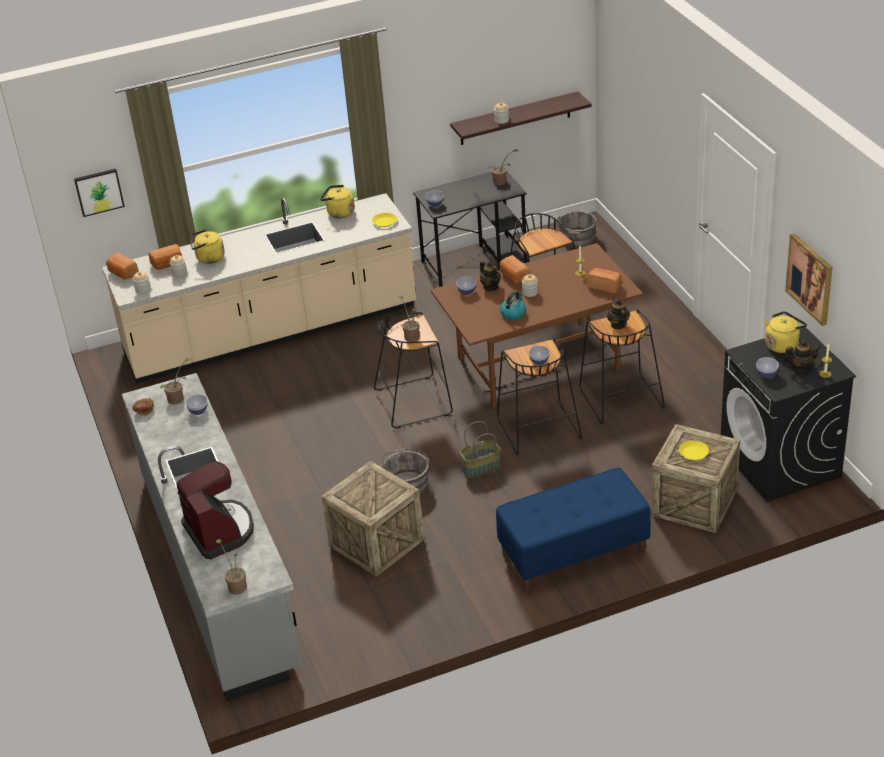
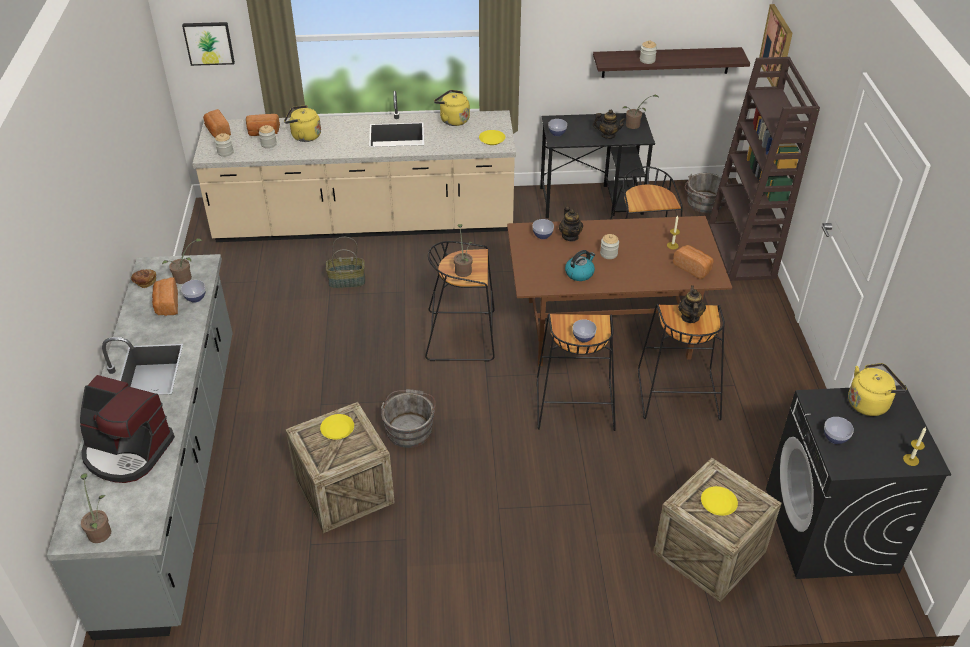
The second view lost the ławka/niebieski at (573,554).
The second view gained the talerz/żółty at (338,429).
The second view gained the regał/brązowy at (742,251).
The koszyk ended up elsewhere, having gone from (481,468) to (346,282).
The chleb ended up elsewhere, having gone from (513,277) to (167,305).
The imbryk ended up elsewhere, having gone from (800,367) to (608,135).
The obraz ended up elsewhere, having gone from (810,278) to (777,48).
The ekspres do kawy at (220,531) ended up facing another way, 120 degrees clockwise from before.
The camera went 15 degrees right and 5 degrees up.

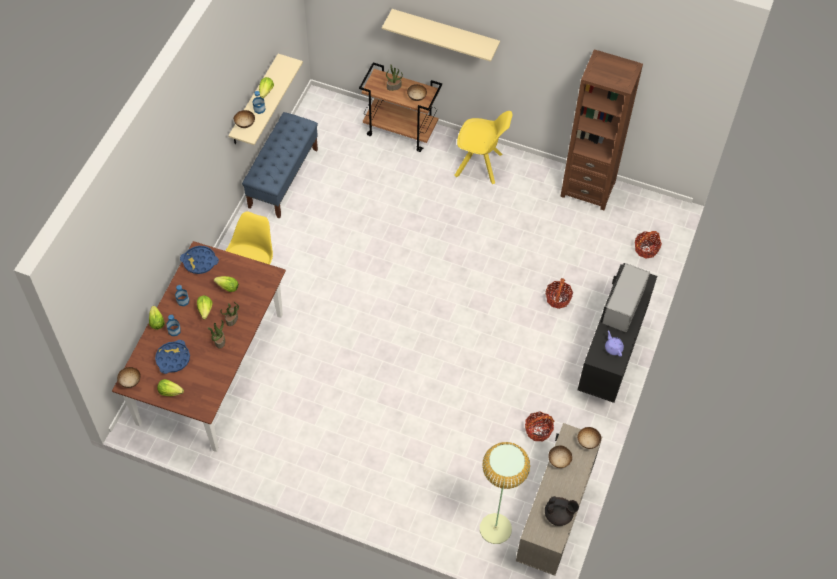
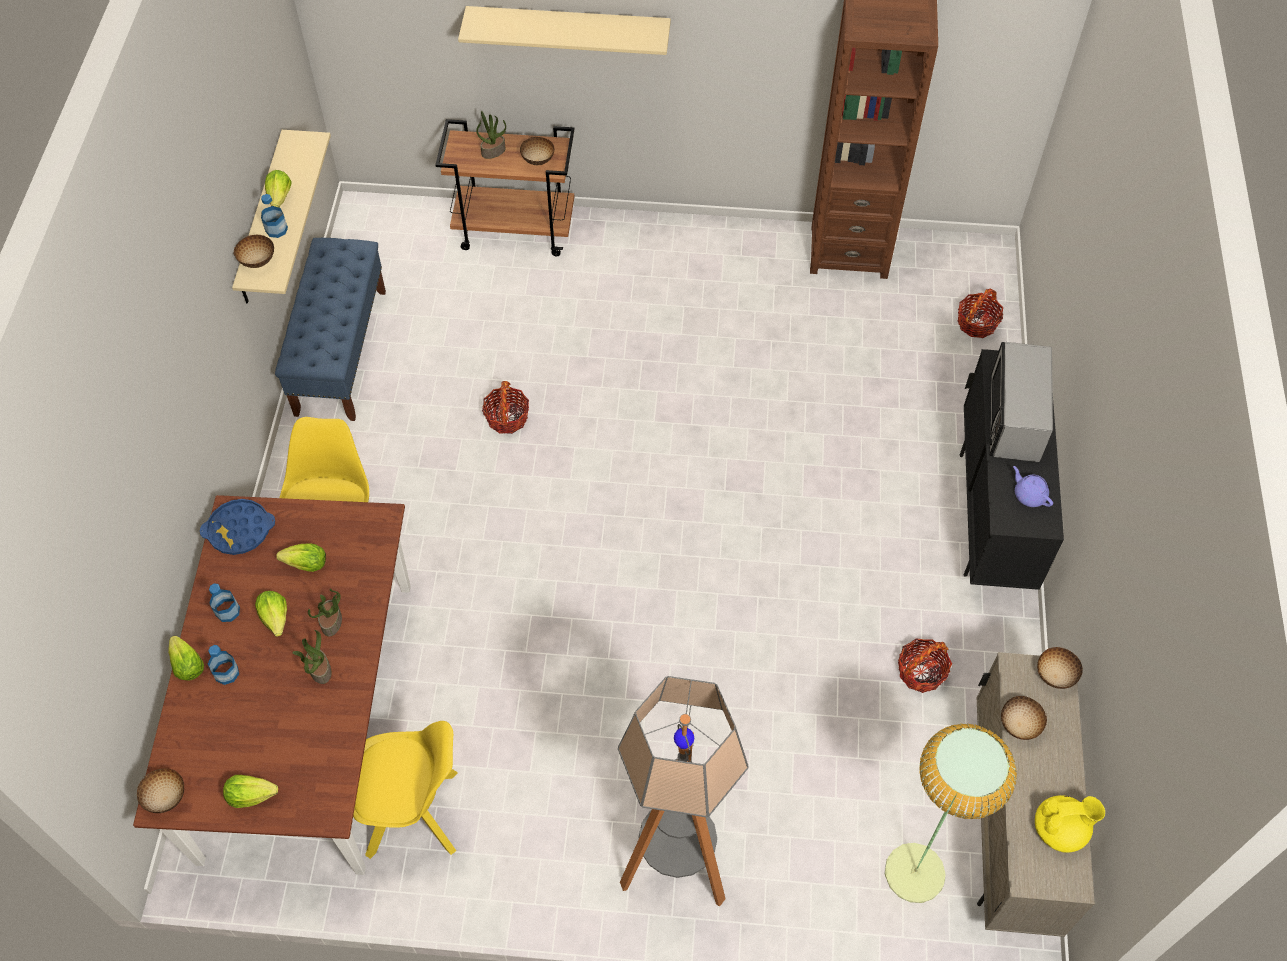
The second view lost the taca/niebieski at (173,359).
The second view gained the lampa stojąca at (675,866).
The krzesło/żółty ended up elsewhere, having gone from (480,165) to (416,813).
The koszyk ended up elsewhere, having gone from (558,299) to (507,418).
What was the imbryk/czarny at (559,515) turned into the imbryk/żółty at (1060,829).
The camera went 15 degrees left and 0 degrees up.

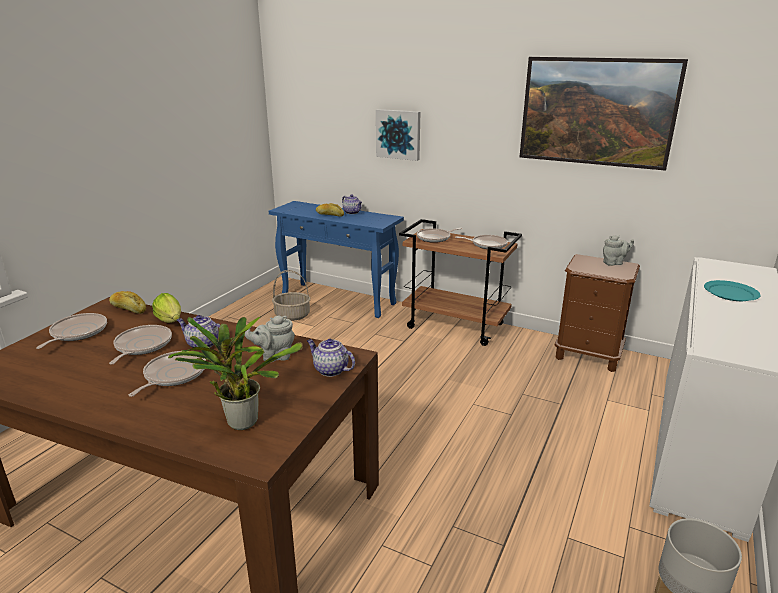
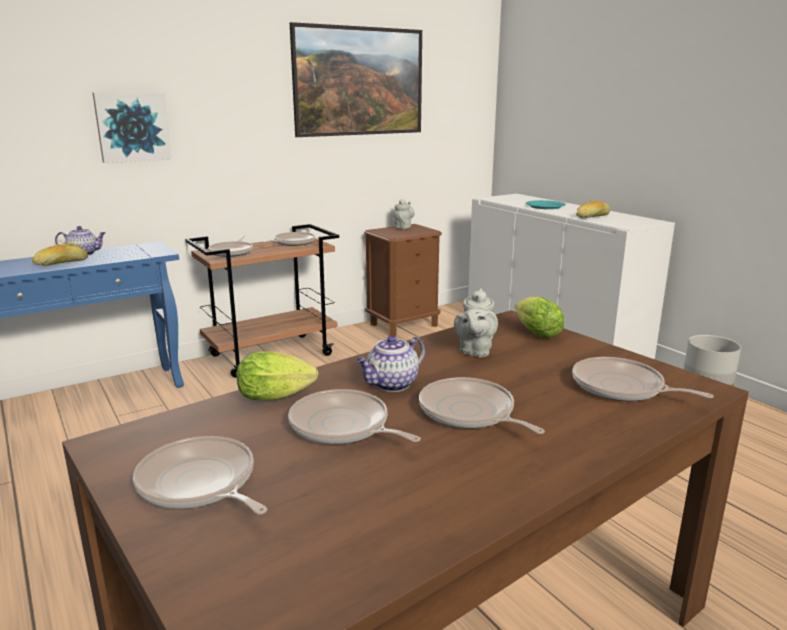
The second view lost the koszyk at (293,315).
The chleb ended up elsewhere, having gone from (128,309) to (592,217).
Where the roślina doniczkowa stood at (239,421), the patelnia came to stand at (621,388).
Where the imbryk stood at (330,370), the sałata came to stand at (534,332).
The camera went 60 degrees left and 5 degrees down.

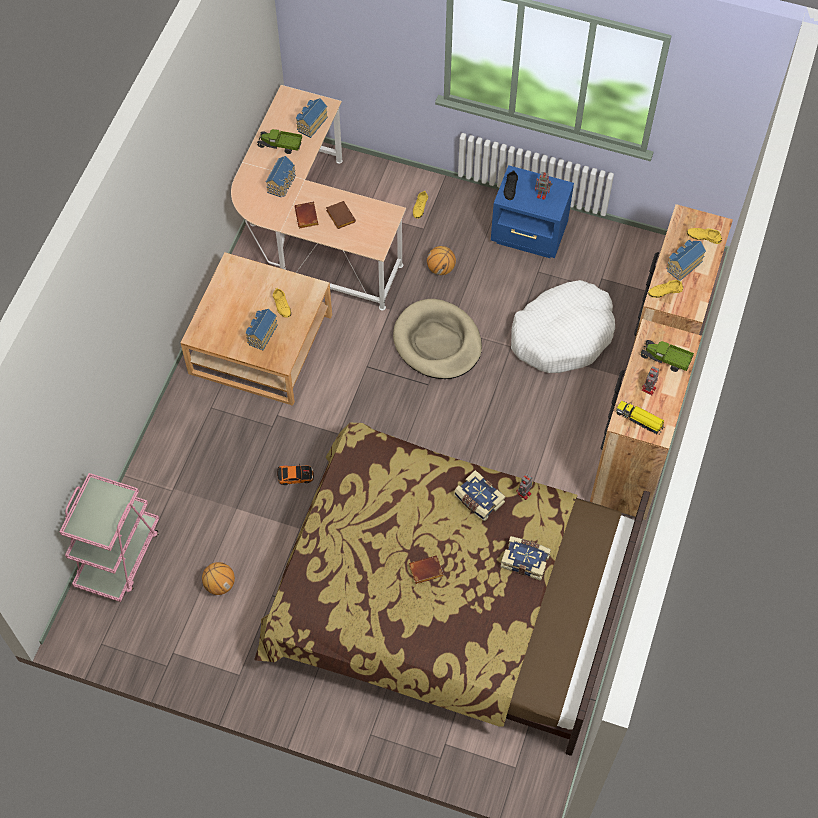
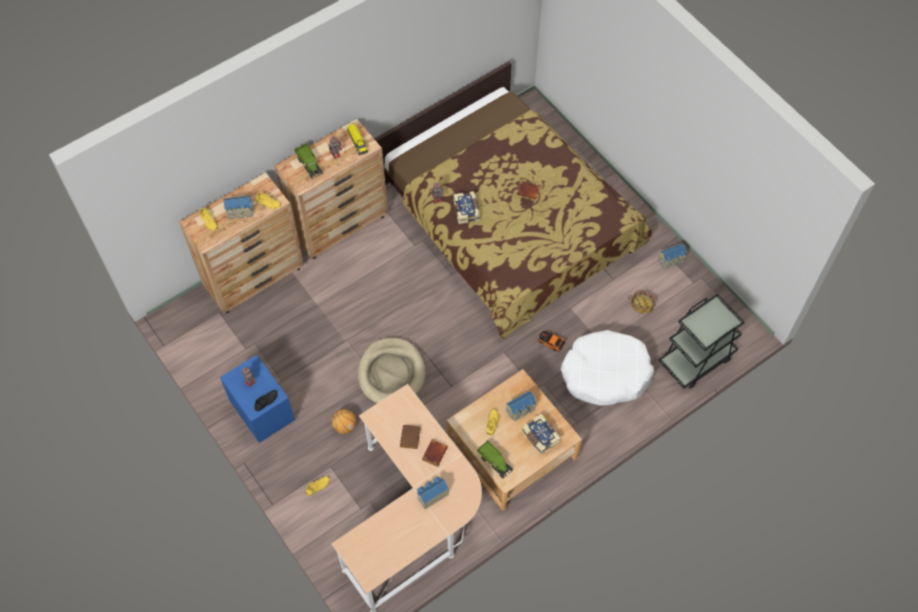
The ciężarówka zabawkowa ended up elsewhere, having gone from (280,145) to (495,461).
The domek ended up elsewhere, having gone from (311,123) to (672,260).
The książka ended up elsewhere, having gone from (525,560) to (540,437).
The legowisko/biały ended up elsewhere, having gone from (562,334) to (605,373).
Where the piłka do koszykówki stood at (219,584), the koszyk came to stand at (641,304).
What was the wózek/różowy at (118,556) turned into the wózek/czarny at (696,359).
The camera went 145 degrees left and 0 degrees up.

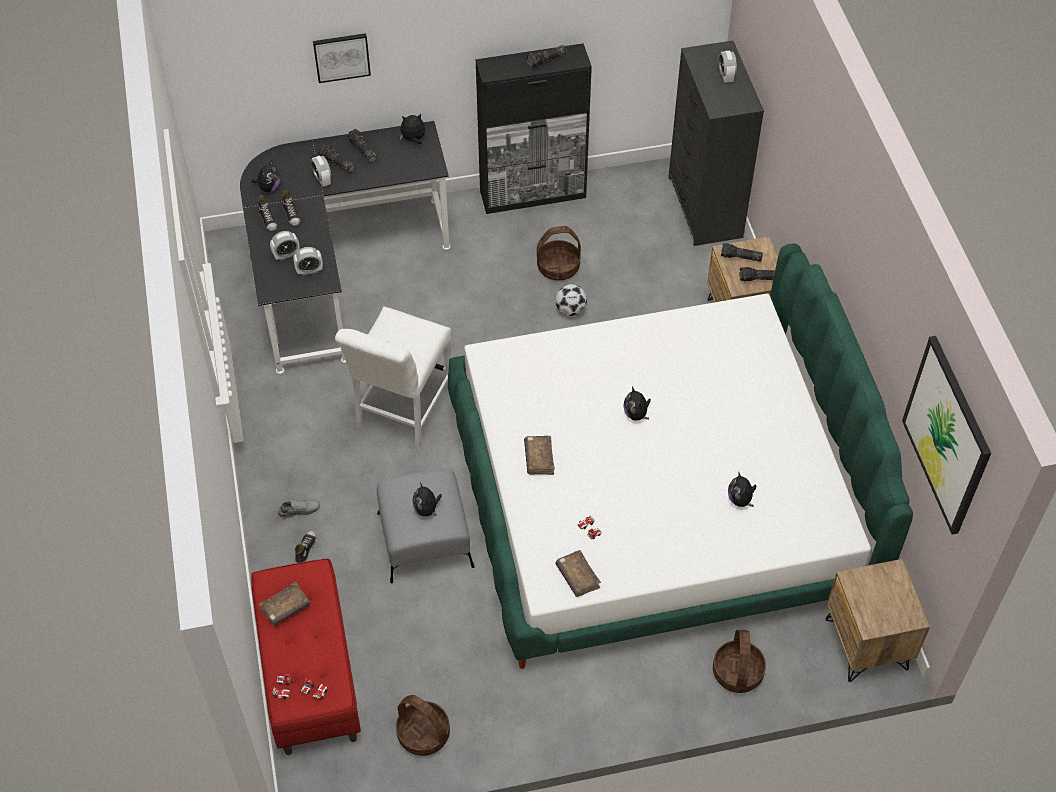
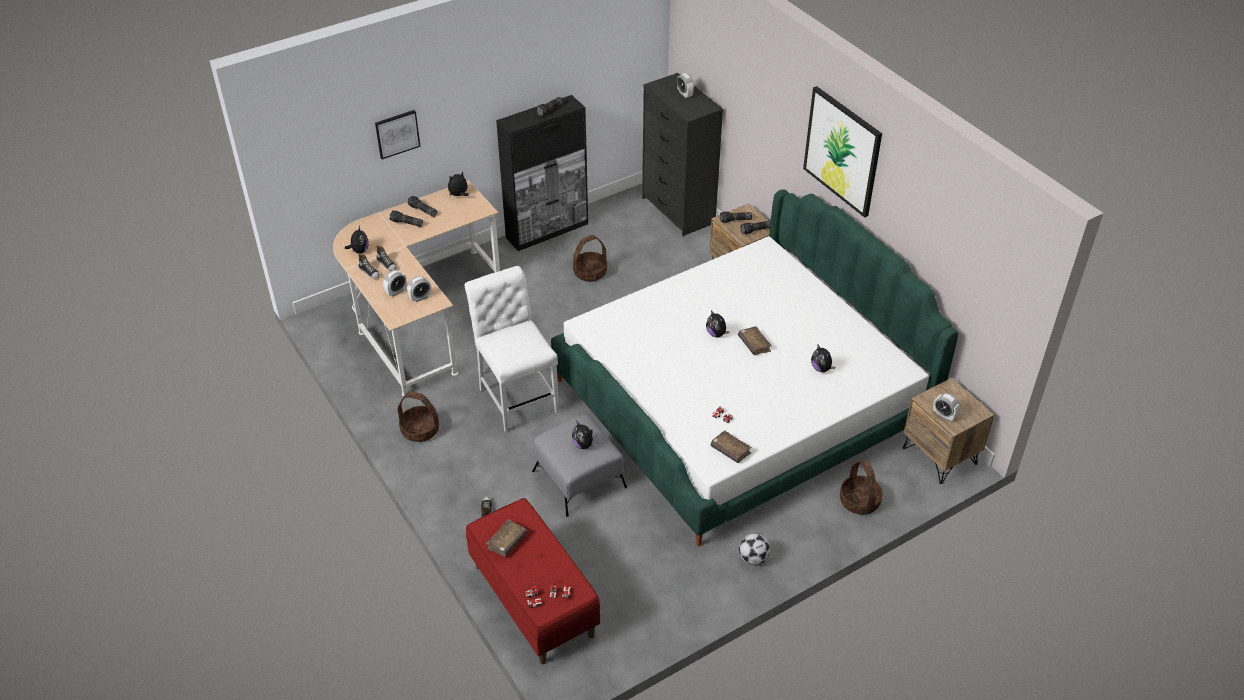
The second view lost the but/szary at (299,510).
The budzik ended up elsewhere, having gone from (322,180) to (944,415).
The koszyk ended up elsewhere, having gone from (423,734) to (420,430).
The książka/brązowy ended up elsewhere, having gone from (539,458) to (754,344).
The piłka futbolowa ended up elsewhere, having gone from (570,310) to (753,558).
The obraz ended up elsewhere, having gone from (947,435) to (842,151).
What was the biurko/czarny at (336,270) turned into the biurko/beżowy at (418,315).
The krzesło/biały at (401,412) ended up facing another way, 150 degrees clockwise from before.
The camera went 20 degrees left and 10 degrees down.

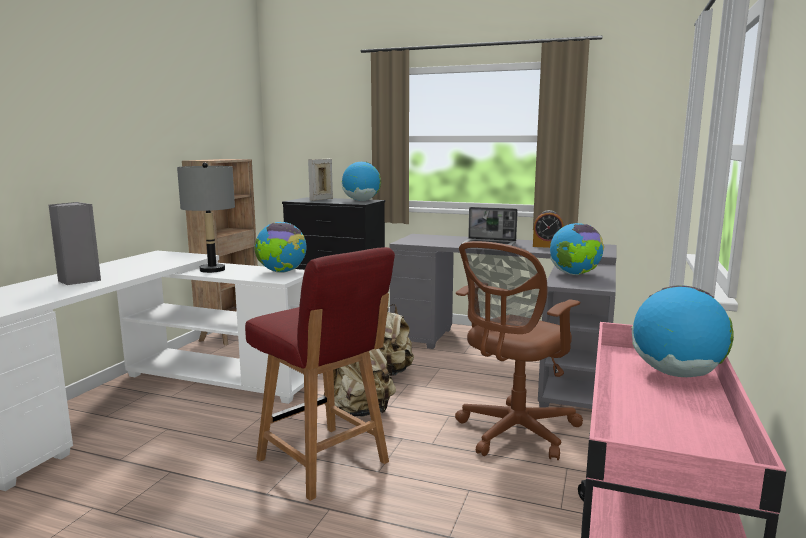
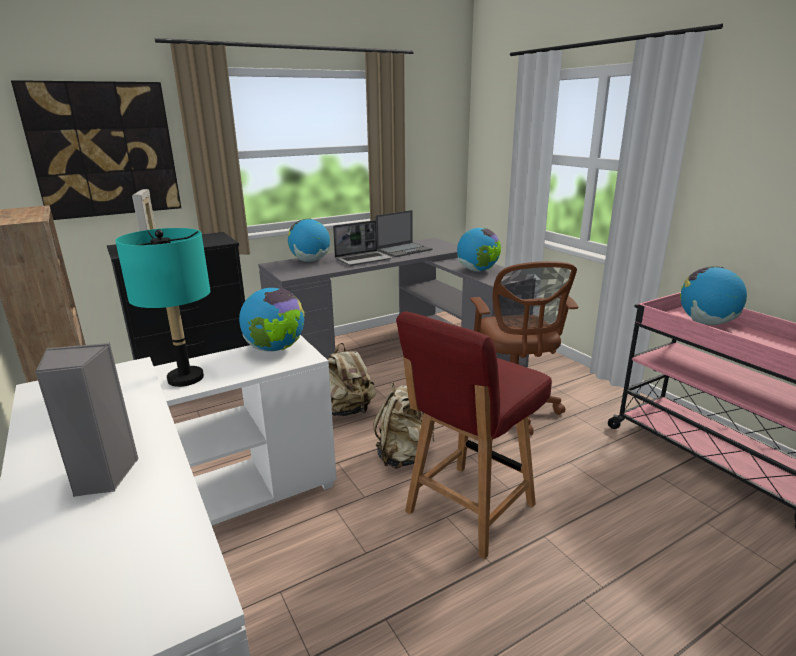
The second view gained the obraz at (104,150).
The globus ended up elsewhere, having gone from (361,201) to (310,261).
Where the budzik stood at (547,246), the laptop came to stand at (404,250).
What was the lampa stołowa/szary at (212,270) turned into the lampa stołowa/turkusowy at (186,378).
The krzesło/czerwony at (324,462) ended up facing another way, 135 degrees clockwise from before.
The camera went 50 degrees left and 10 degrees up.

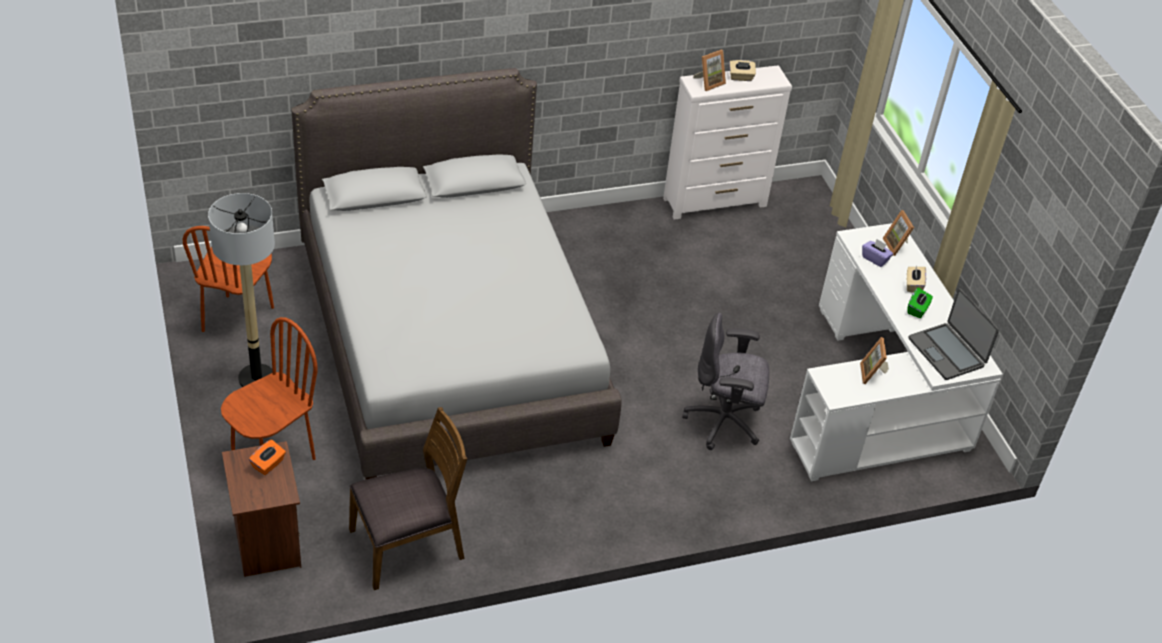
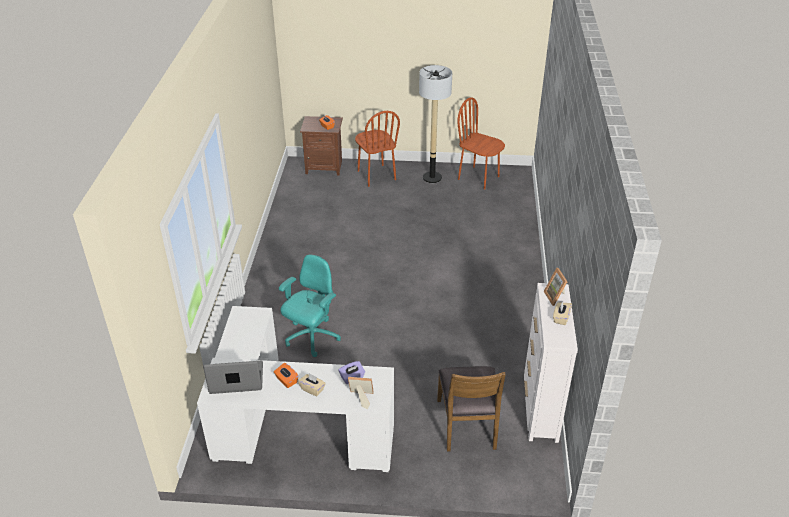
The second view lost the łóżko/szary at (451,343).
The second view lost the ramka na zdjęcie at (873,374).
The krzesło/brązowy ended up elsewhere, having gone from (408,545) to (467,424).
What was the krzesło biurowe/szary at (724,422) turned into the krzesło biurowe/turkusowy at (311,337).
What was the pudełko chusteczek/zielony at (917,309) turned into the pudełko chusteczek/pomarańczowy at (286,380).
The camera went 115 degrees right and 5 degrees down.

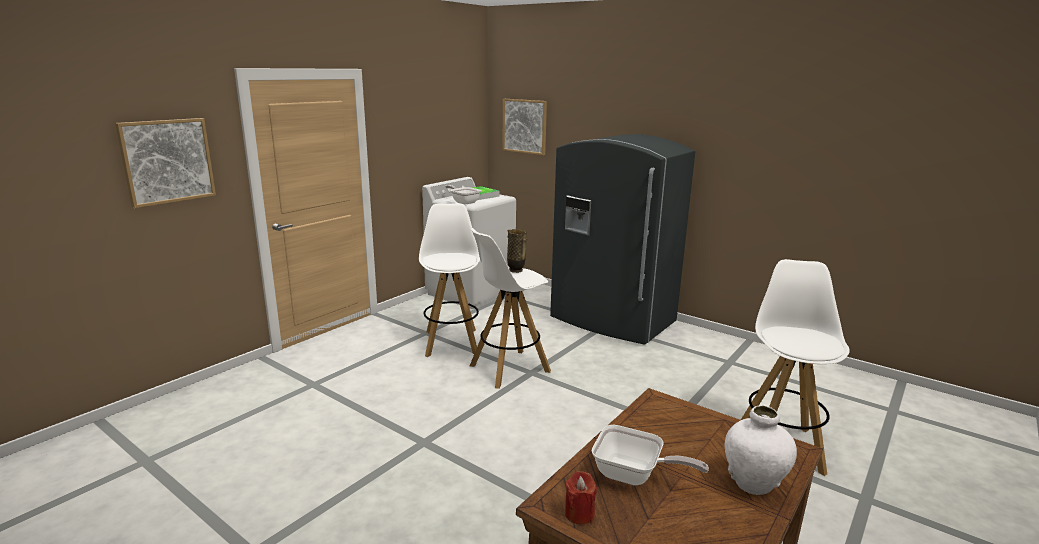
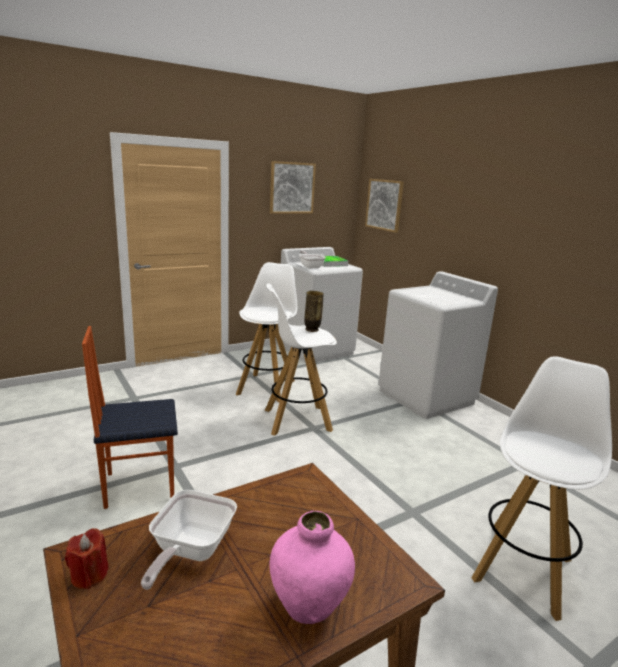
The second view gained the krzesło at (139,485).
The obraz ended up elsewhere, having gone from (167,161) to (292,188).
Where the lodówka/szary stood at (611,321), the pralka/biały came to stand at (426,397).
What was the wazon/biały at (753,484) turned into the wazon/różowy at (309,606).
The patelnia at (633,475) ended up facing another way, 60 degrees clockwise from before.
The camera went 20 degrees right and 0 degrees up.

